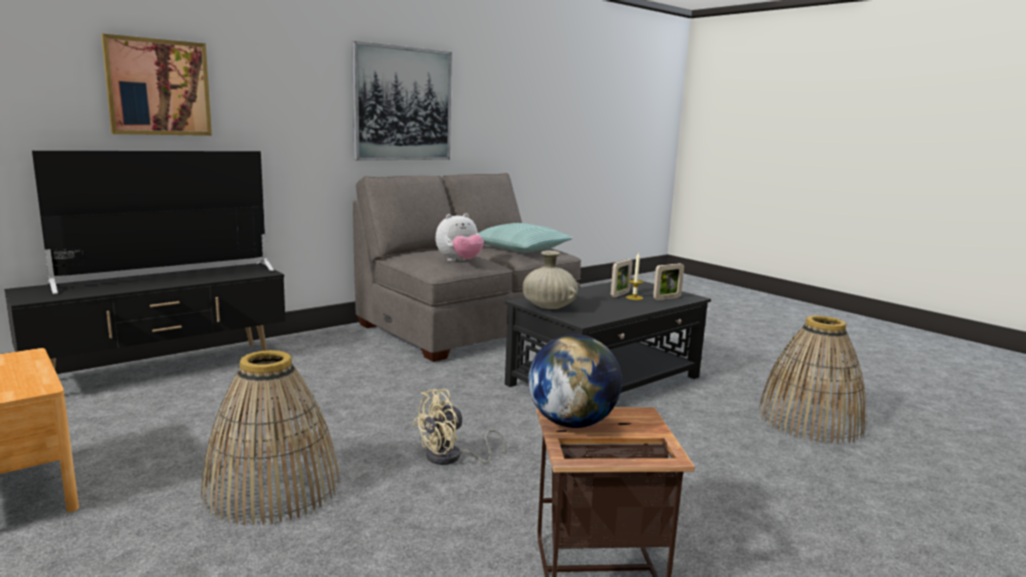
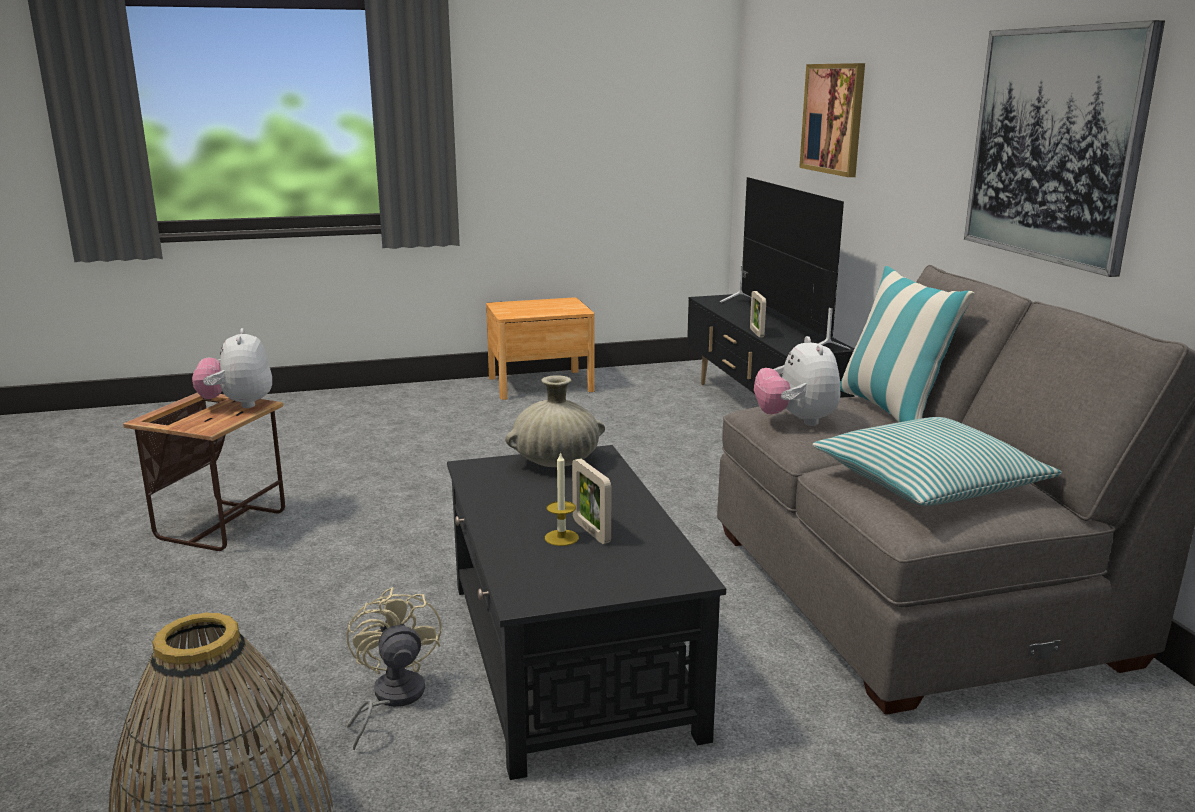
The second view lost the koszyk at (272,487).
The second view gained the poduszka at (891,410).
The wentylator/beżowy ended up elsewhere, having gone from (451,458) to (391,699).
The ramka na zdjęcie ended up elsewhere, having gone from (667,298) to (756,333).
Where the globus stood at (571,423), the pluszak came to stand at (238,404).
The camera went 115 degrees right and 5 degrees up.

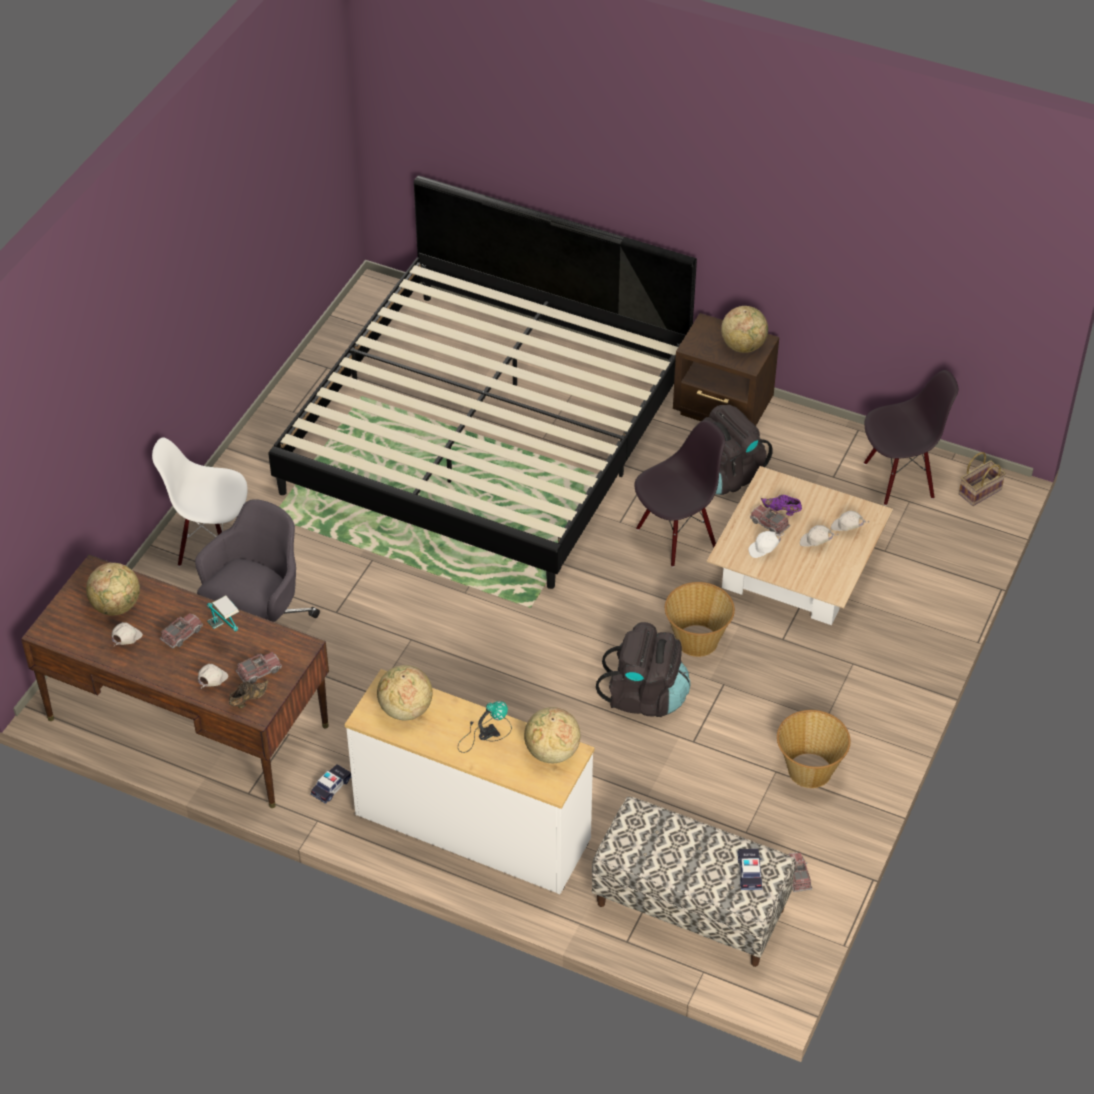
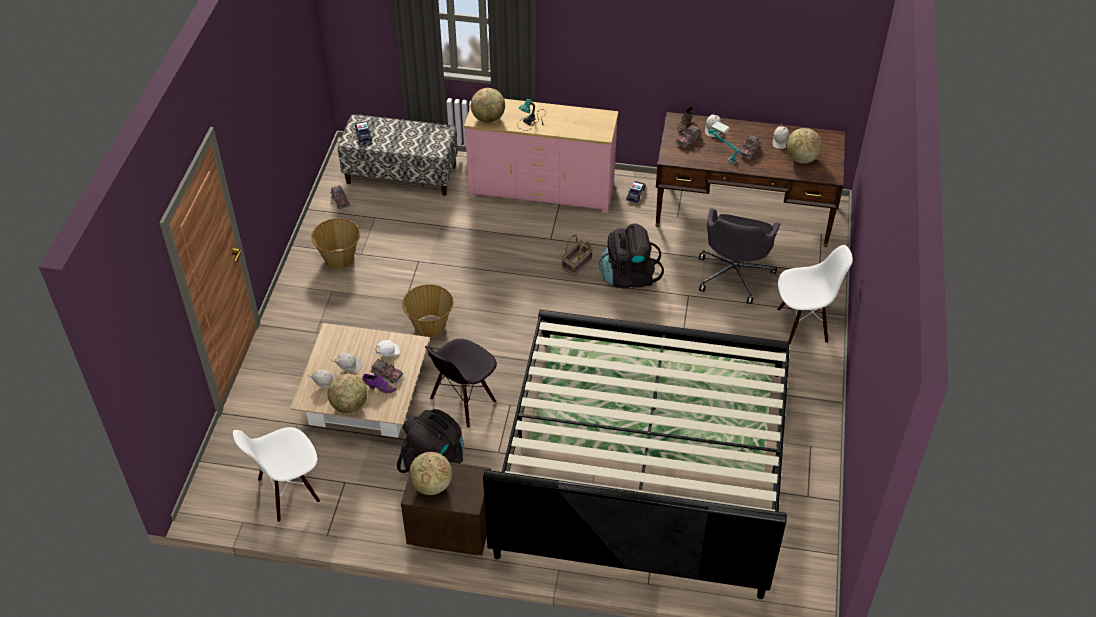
The globus ended up elsewhere, having gone from (405,709) to (350,405).
The plecak/czarny ended up elsewhere, having gone from (645,697) to (628,276).
The koszyk ended up elsewhere, having gone from (980,491) to (577,264).
What was the komoda/biały at (472,827) turned into the komoda/różowy at (542,189).
What was the krzesło/czarny at (899,479) turned into the krzesło/biały at (288,492).
The camera went 165 degrees right and 0 degrees up.

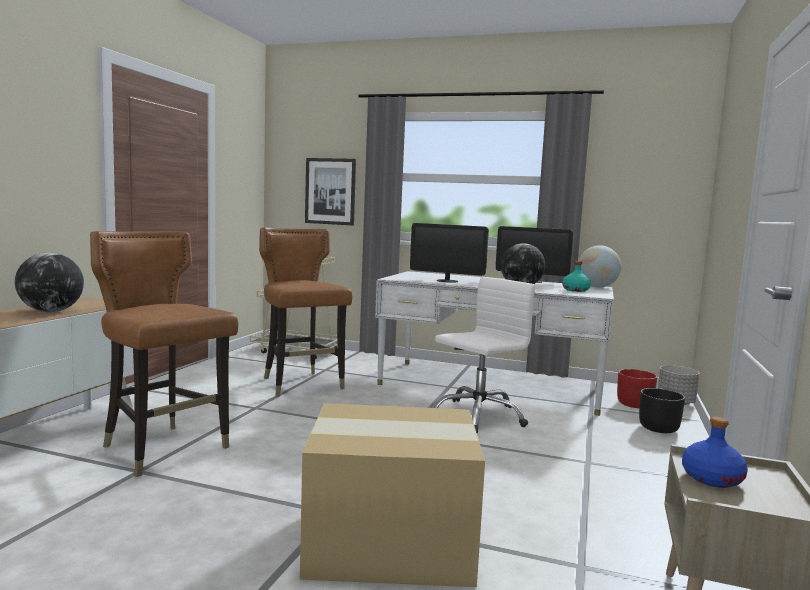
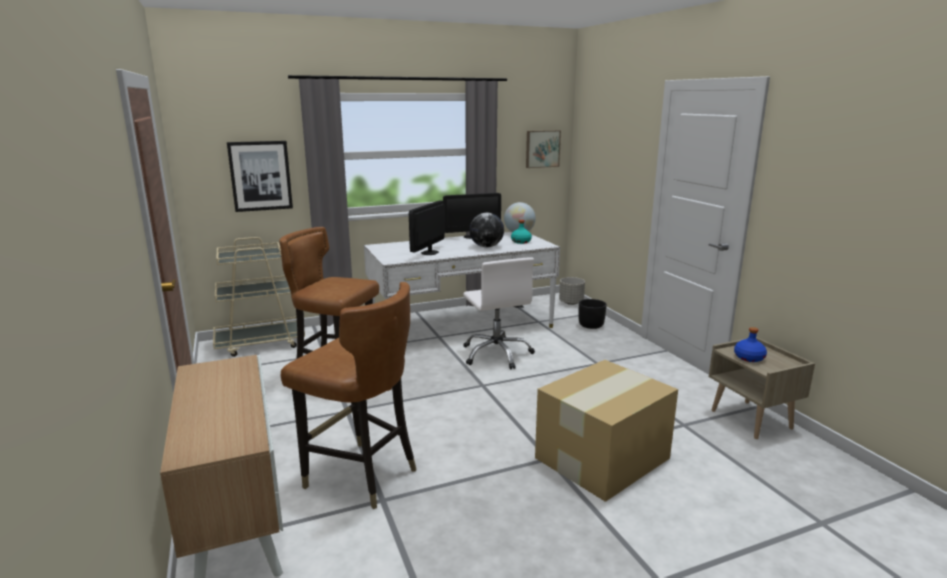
The second view lost the globus at (51,311).
The second view lost the donica/czerwony at (634,404).
The second view gained the obraz at (542,148).
The krzesło/brązowy at (164,449) ended up facing another way, 150 degrees counterclockwise from before.
The monitor at (447,281) ended up facing another way, 135 degrees clockwise from before.
The krzesło biurowe/biały at (478,416) ended up facing another way, 150 degrees clockwise from before.
The camera went 40 degrees left and 10 degrees up.

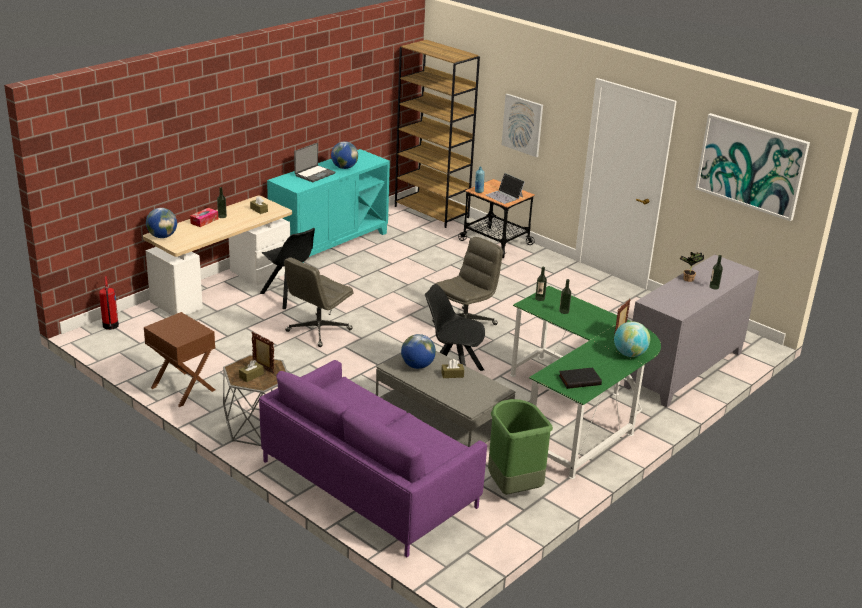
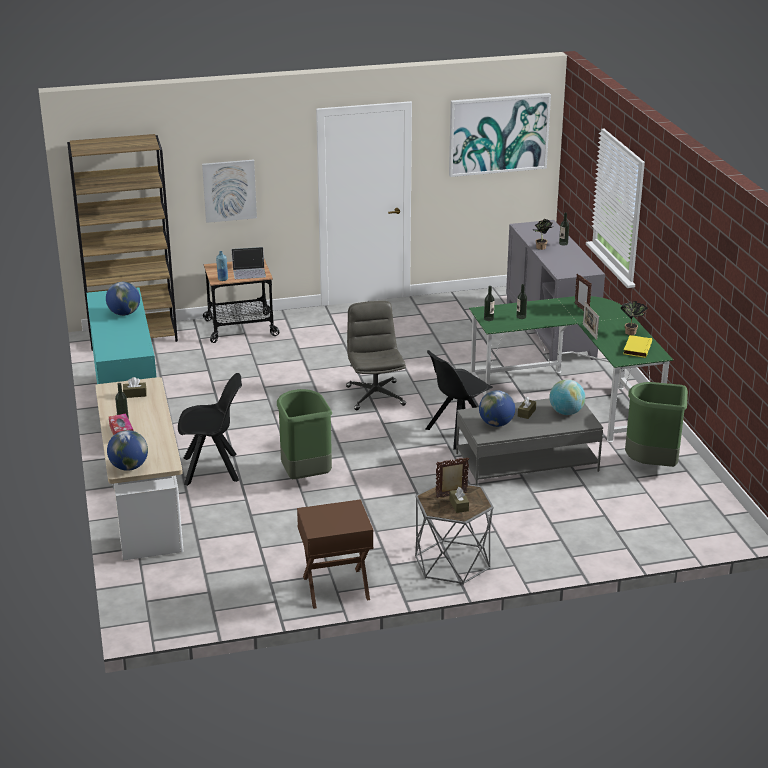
The second view lost the gaśnica at (110,326).
The second view lost the kanapa/fioletowy at (368,483).
The second view lost the laptop at (314,174).
The second view gained the ramka na zdjęcie at (589,332).
The second view gained the roślina doniczkowa at (631,332).
The globus ended up elsewhere, having gone from (629,354) to (566,412).
Where the krzesło biurowe/szary stood at (318,331), the kosz na śmieci/zielony came to stand at (304,475).
What was the książka/czarny at (579,379) turned into the książka/żółty at (636,348).
The camera went 55 degrees left and 0 degrees up.

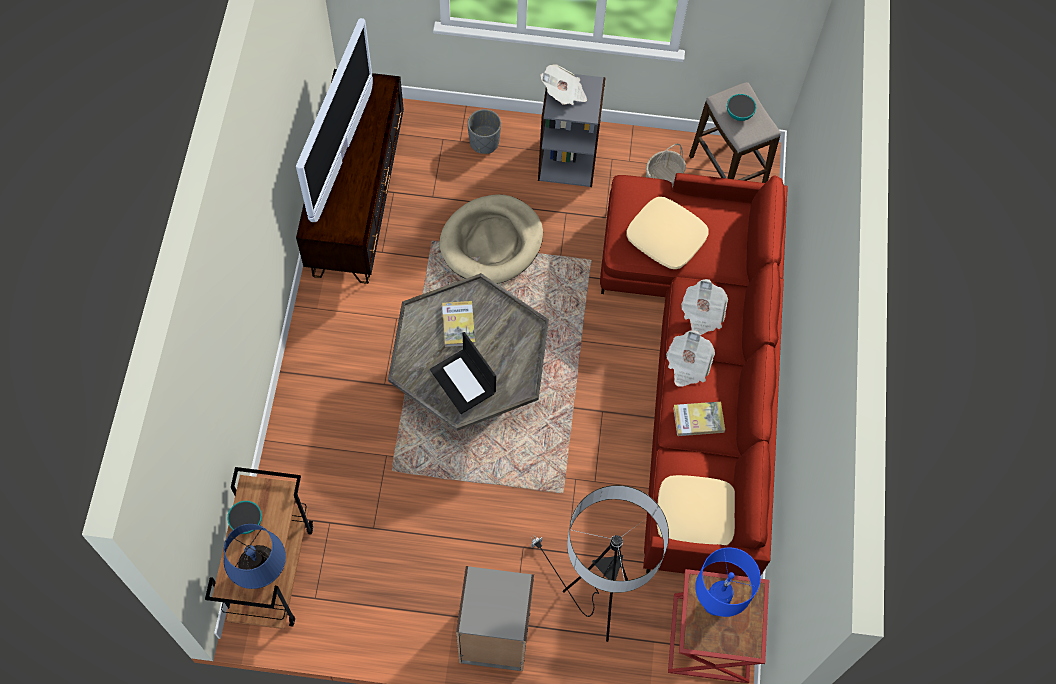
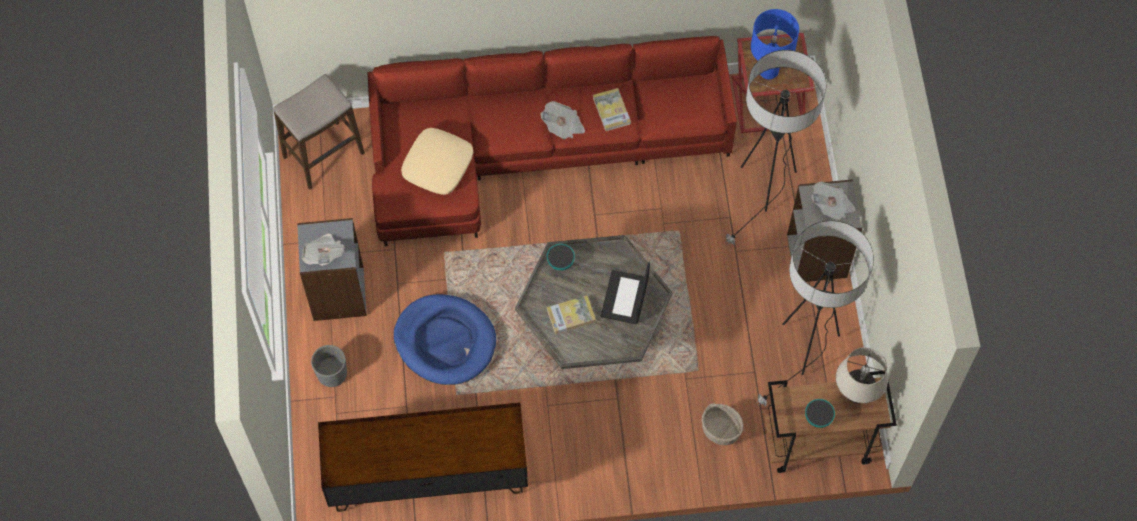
The second view lost the telewizor at (342,154).
The second view lost the poduszka/beżowy at (694,515).
The second view gained the lampa stojąca at (805,349).
The koszyk ended up elsewhere, having gone from (663,178) to (721,429).
The gazeta ended up elsewhere, having gone from (702,314) to (832,206).
The miska ended up elsewhere, having gone from (739,114) to (560,262).
What was the lampa stołowa/niebieski at (261,571) turned into the lampa stołowa/beżowy at (856,393).
What was the legowisko/beżowy at (491,242) turned into the legowisko/niebieski at (445,341).
The laptop at (464,381) ended up facing another way, 150 degrees clockwise from before.
The camera went 100 degrees left and 0 degrees up.

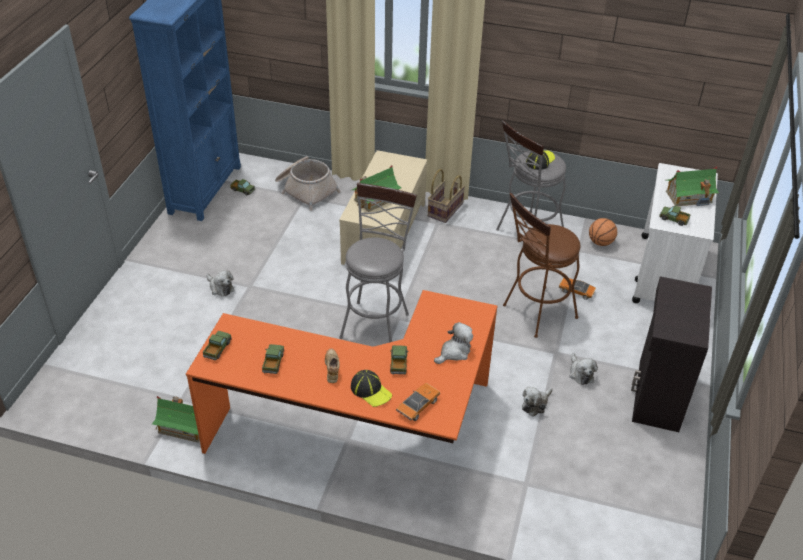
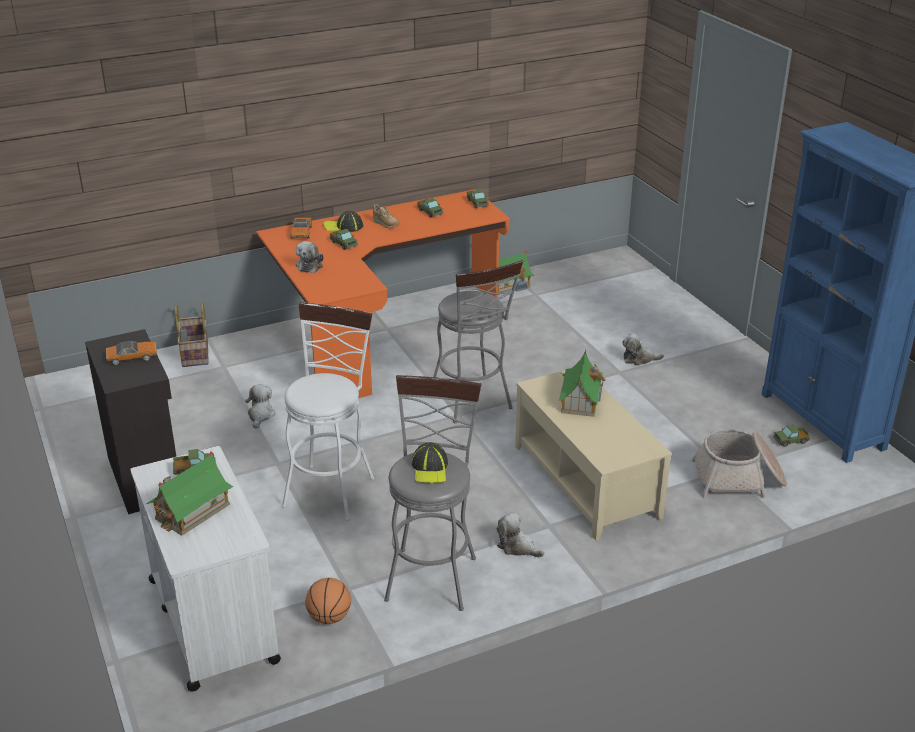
The koszyk ended up elsewhere, having gone from (445,209) to (196,353).
The samochodzik ended up elsewhere, having gone from (576,291) to (132,357).
The pluszak ended up elsewhere, having gone from (580,373) to (517,547).
What was the stołek/brązowy at (535,314) turned into the stołek/biały at (331,487).
The camera went 140 degrees right and 10 degrees down.

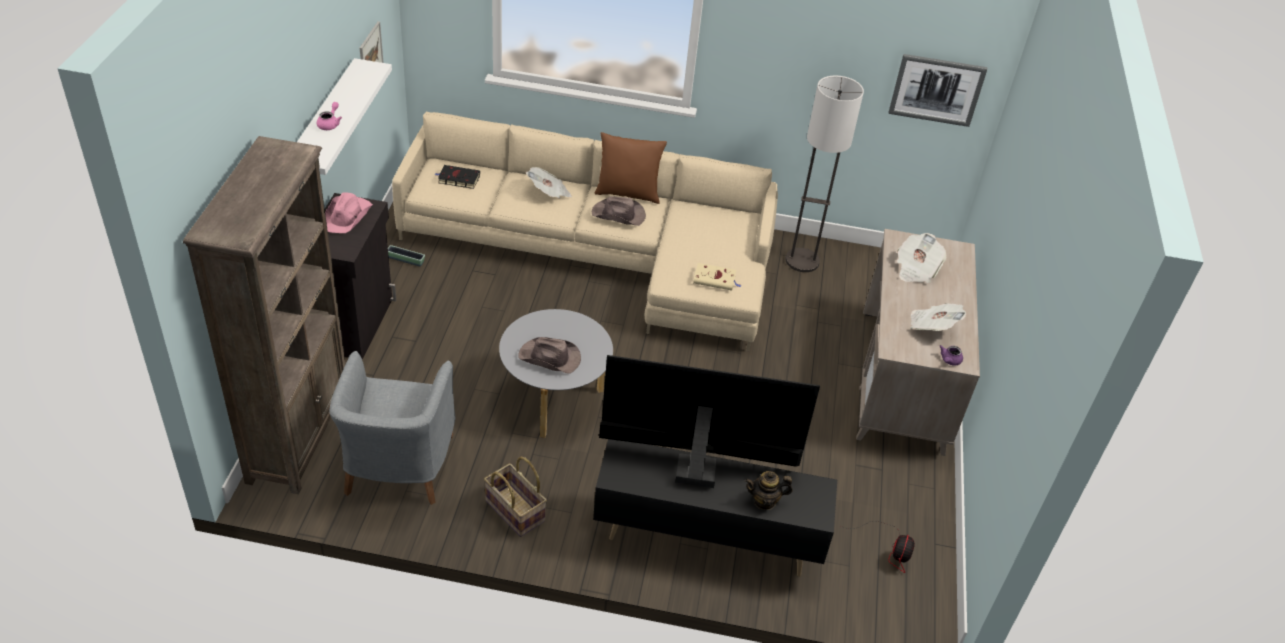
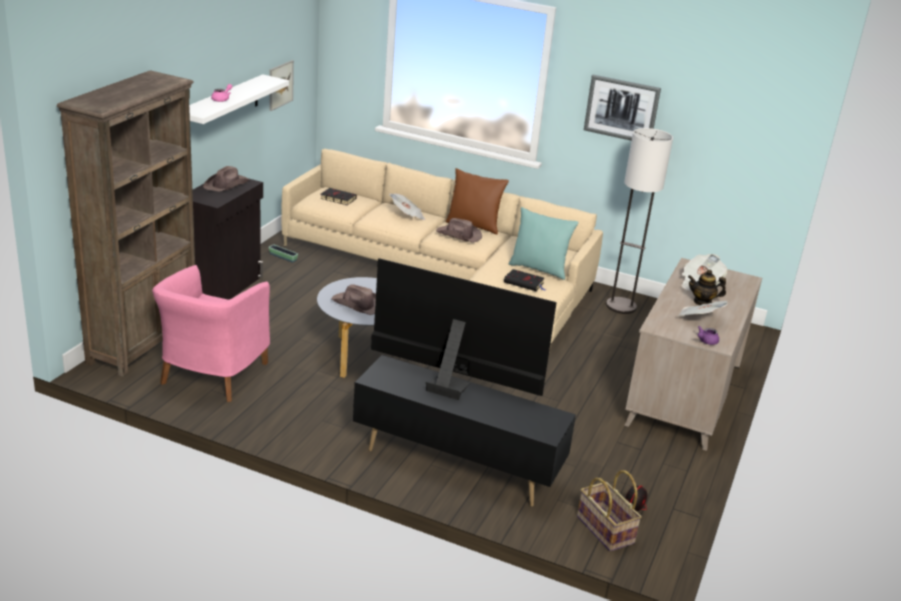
The second view gained the poduszka/turkusowy at (539,269).
The koszyk ended up elsewhere, having gone from (514,511) to (604,529).
The imbryk ended up elsewhere, having gone from (765,501) to (702,302).
The obraz ended up elsewhere, having gone from (936,89) to (621,109).
What was the kapelusz/różowy at (347,216) turned into the kapelusz/brązowy at (227,184).
What was the fotel/szary at (397,468) turned into the fotel/różowy at (211,375).
What was the książka/beżowy at (715,279) turned into the książka/czarny at (525,283).
The camera went 15 degrees right and 15 degrees down.

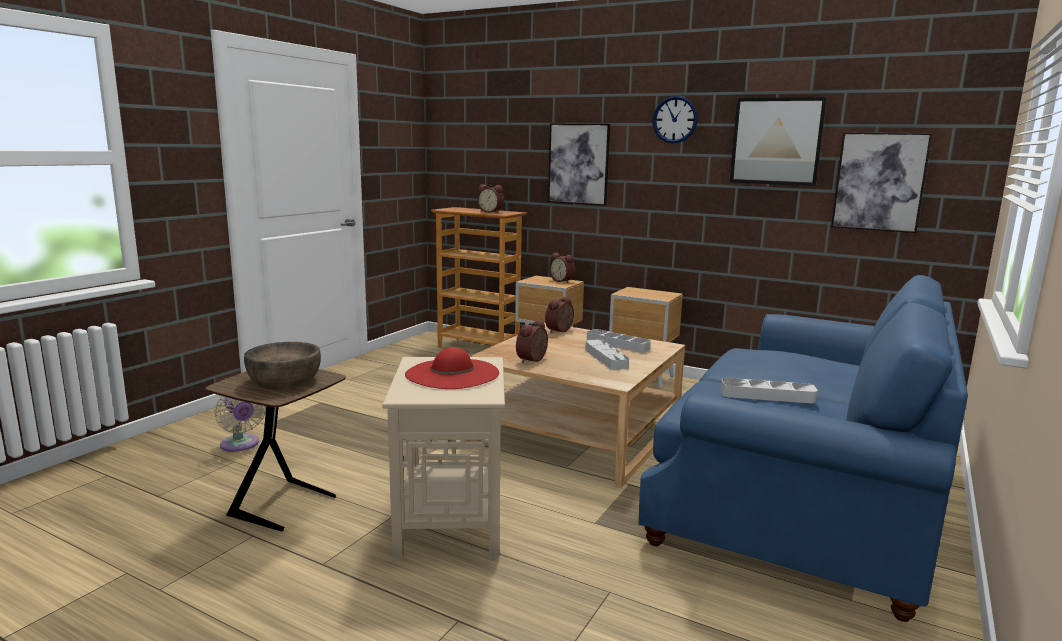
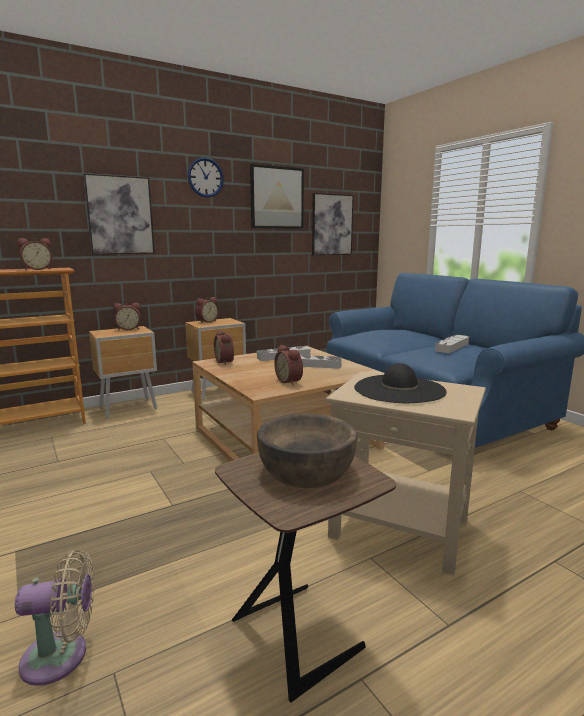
The second view gained the budzik at (206,321).
What was the kapelusz/czerwony at (452,374) turned into the kapelusz/czarny at (399,389).
The camera went 60 degrees left and 0 degrees up.

